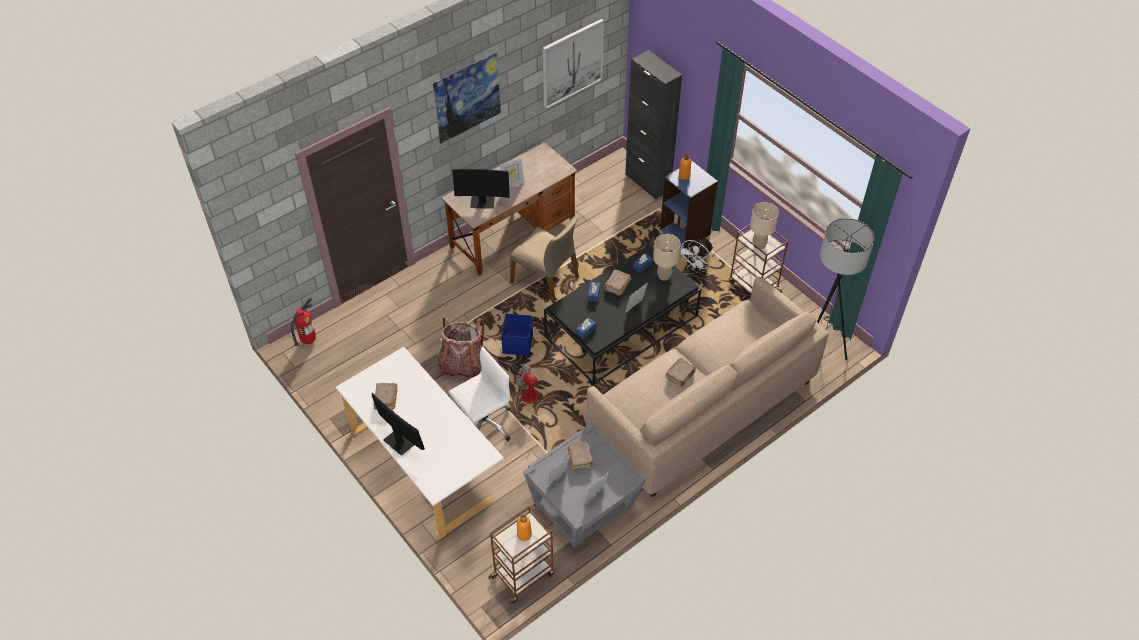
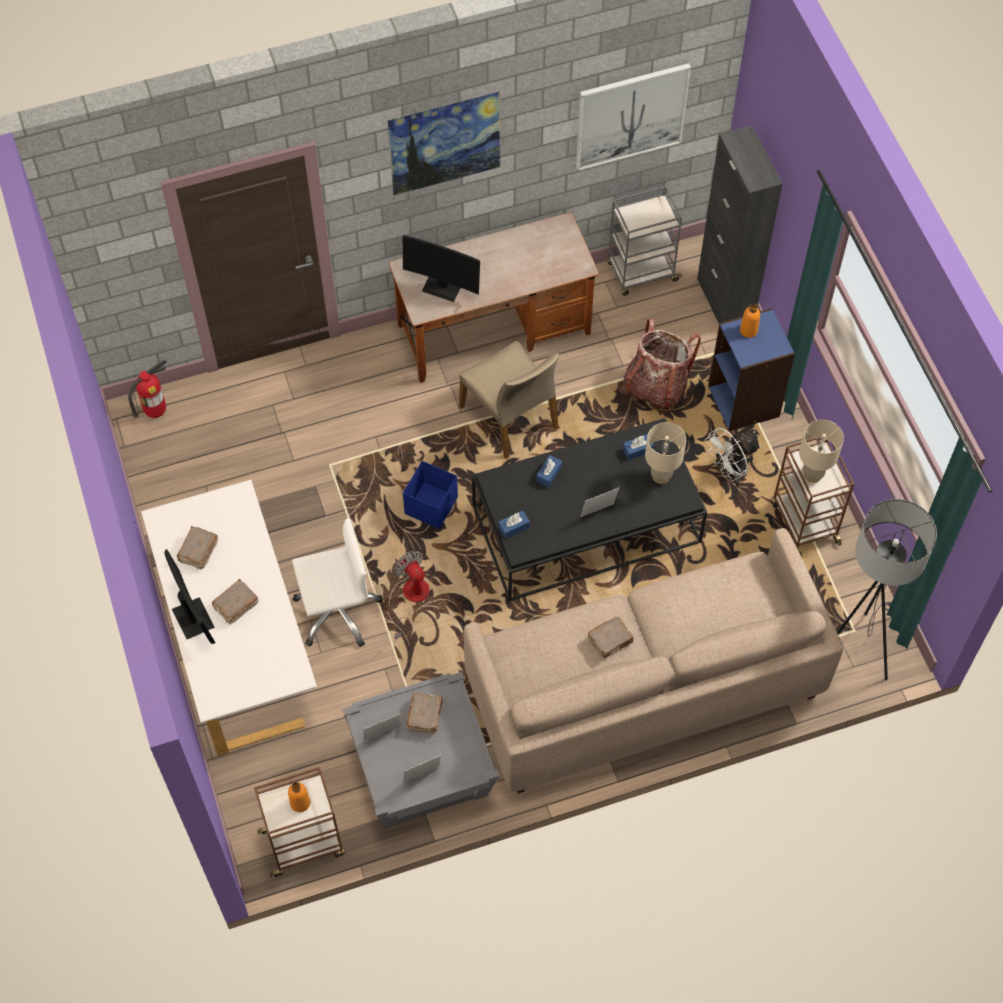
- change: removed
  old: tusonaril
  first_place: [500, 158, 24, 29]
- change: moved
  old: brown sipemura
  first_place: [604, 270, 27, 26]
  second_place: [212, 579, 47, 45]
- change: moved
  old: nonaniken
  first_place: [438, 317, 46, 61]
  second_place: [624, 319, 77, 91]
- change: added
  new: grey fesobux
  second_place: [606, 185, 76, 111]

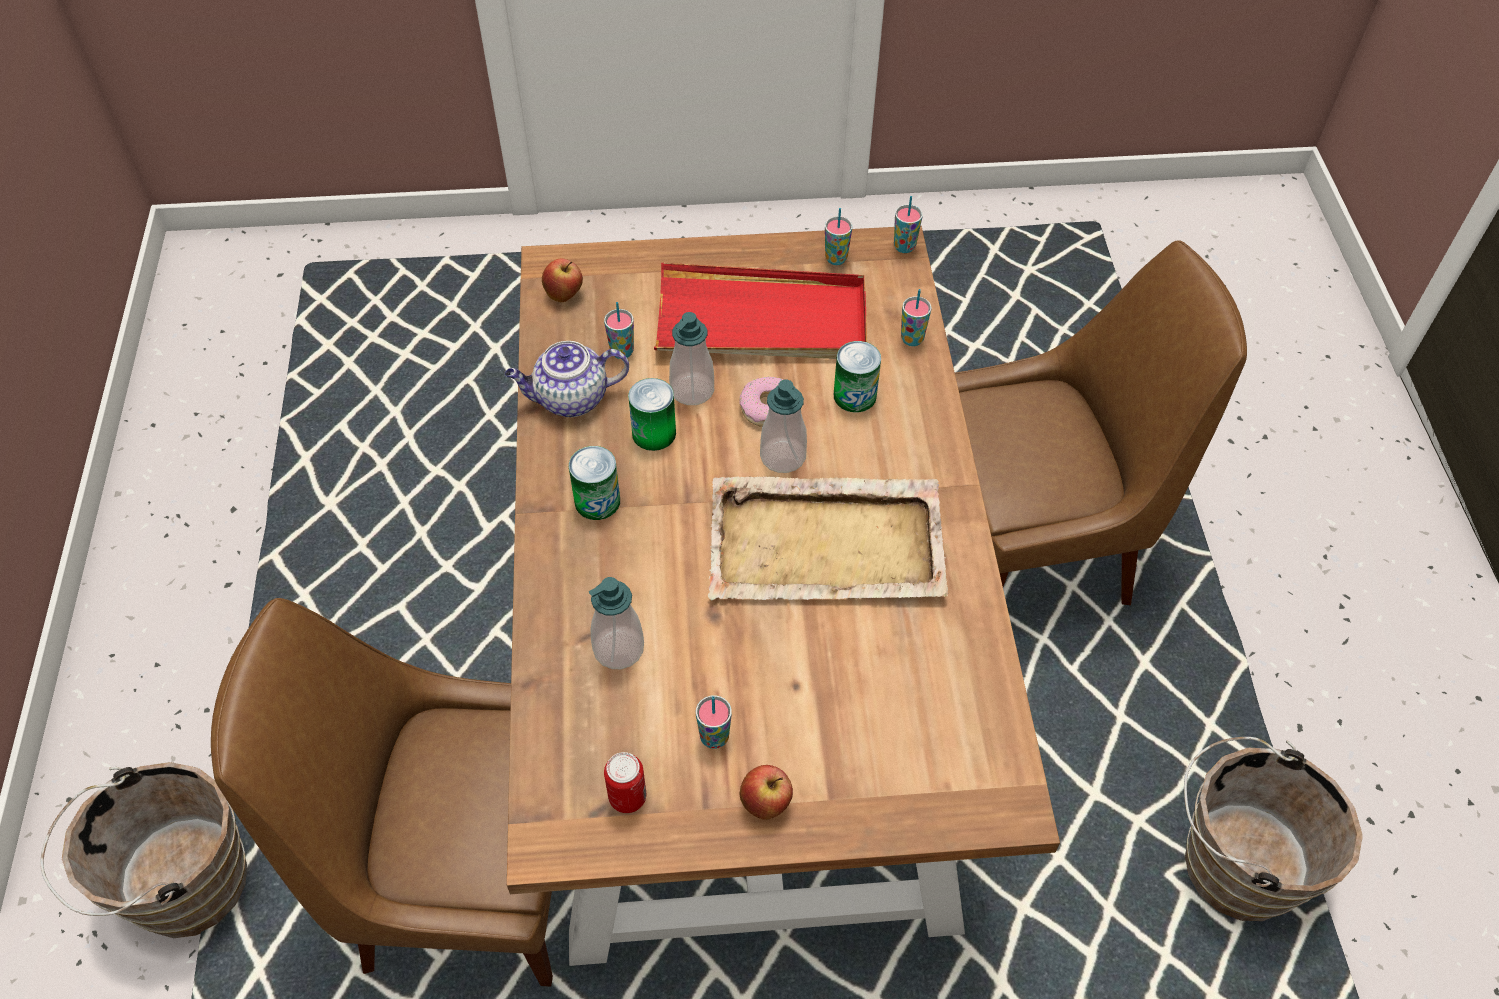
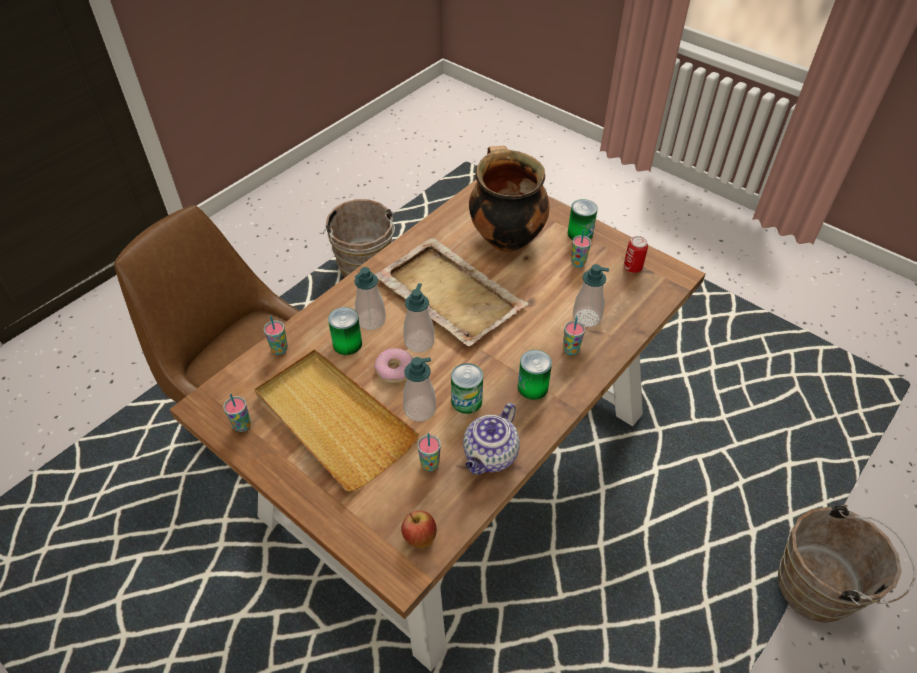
- change: moved
  old: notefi
  first_place: [894, 196, 29, 57]
  second_place: [563, 316, 22, 39]
- change: recoloured
  old: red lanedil
  new: beige lanedil
  first_place: [654, 263, 213, 96]
  second_place: [254, 349, 165, 143]
- change: turned
  old: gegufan
  first_place: [505, 341, 124, 76]
  second_place: [463, 403, 57, 72]
  degrees: 90
- change: removed
  old: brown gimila
  first_place: [211, 598, 342, 389]
- change: replaced
  old: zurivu
  new: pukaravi
  first_place: [740, 765, 53, 55]
  second_place: [568, 199, 30, 41]
- change: added
  new: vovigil
  second_place: [469, 146, 80, 106]
- change: added
  new: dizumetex
  second_place: [354, 267, 32, 63]

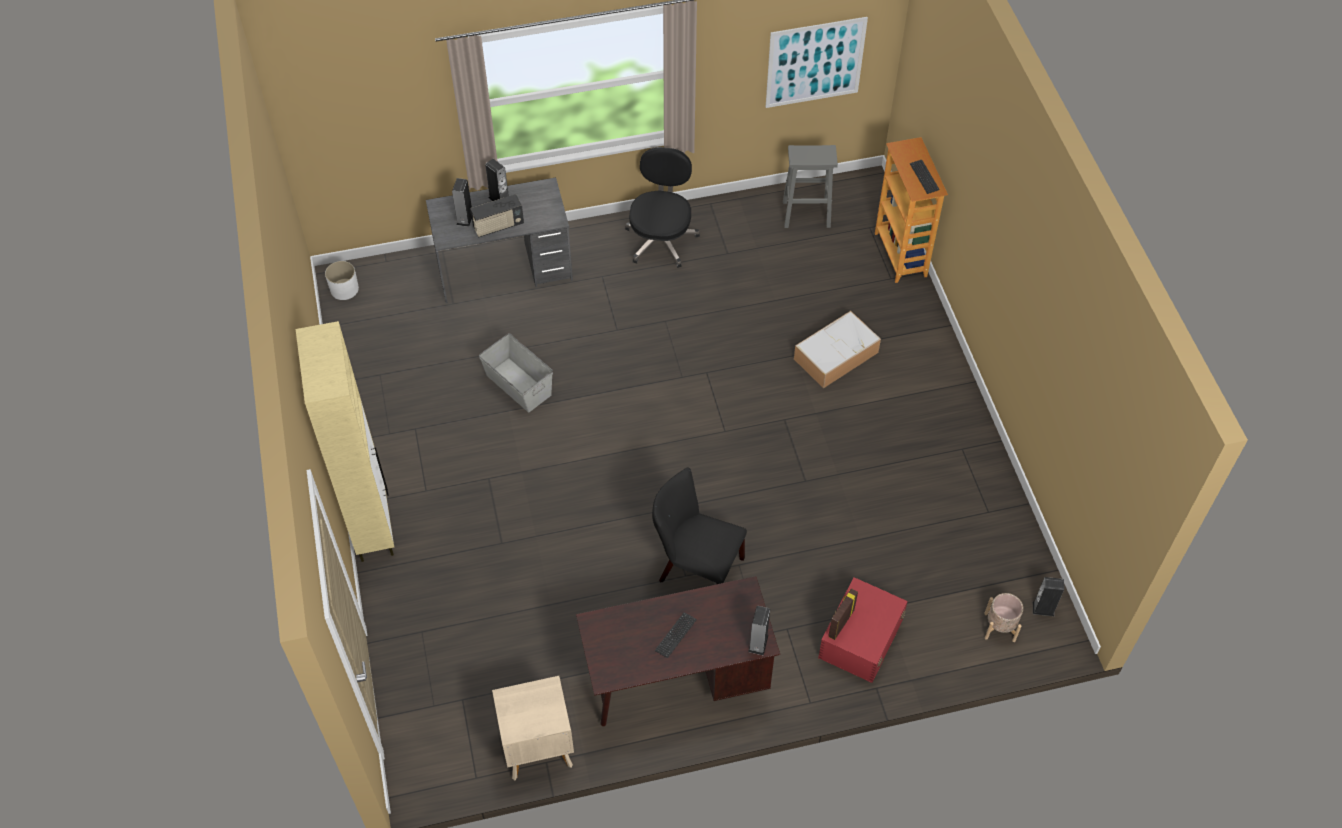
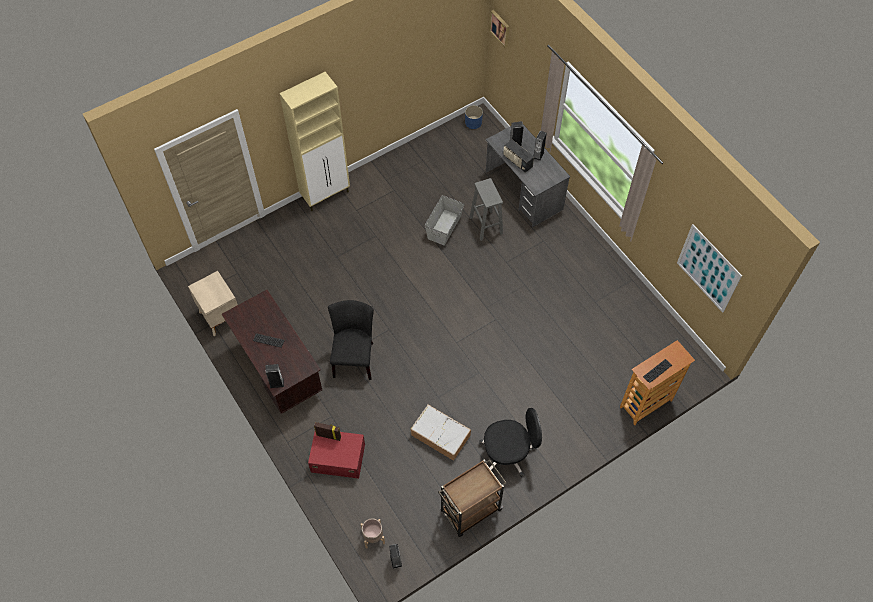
- change: moved
  old: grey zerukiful
  first_place: [783, 145, 55, 83]
  second_place: [470, 178, 33, 63]
- change: moved
  old: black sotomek
  first_place: [625, 147, 75, 121]
  second_place: [479, 408, 63, 69]
- change: recoloured
  old: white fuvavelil
  new: blue fuvavelil
  first_place: [325, 261, 34, 39]
  second_place: [465, 105, 18, 24]
- change: moved
  old: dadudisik
  first_place: [794, 311, 87, 77]
  second_place: [411, 405, 60, 56]
- change: added
  new: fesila
  second_place: [489, 10, 20, 38]
- change: added
  new: brown fesobux
  second_place: [438, 459, 69, 78]

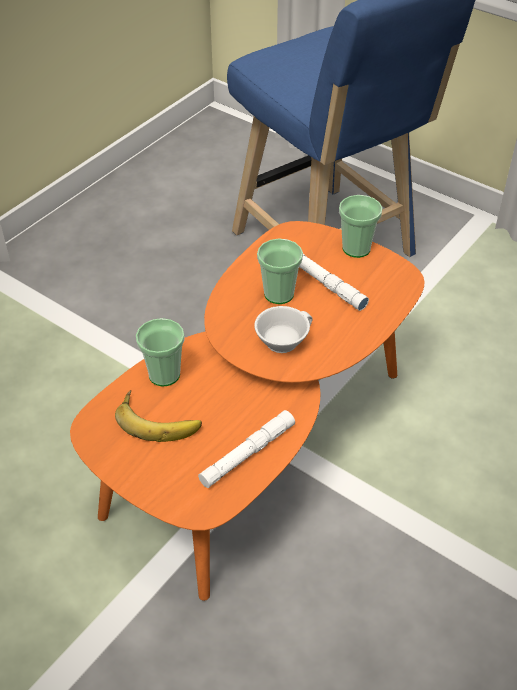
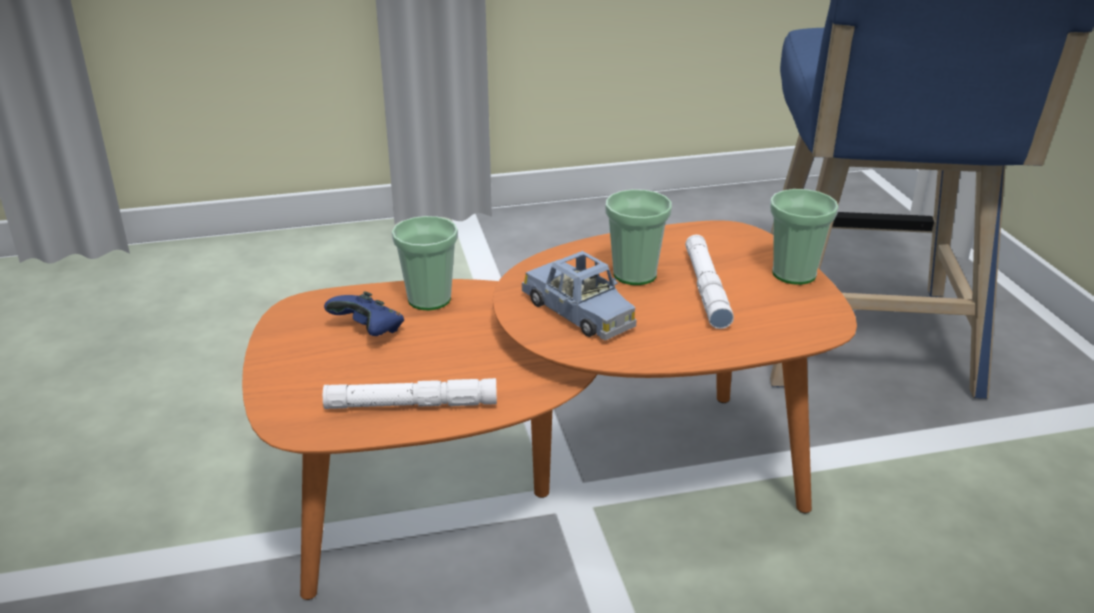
- change: replaced
  old: white notefi
  new: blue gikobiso
  first_place: [254, 306, 59, 47]
  second_place: [522, 251, 114, 90]
- change: replaced
  old: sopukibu
  new: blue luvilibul
  first_place: [115, 390, 87, 52]
  second_place: [324, 291, 81, 45]

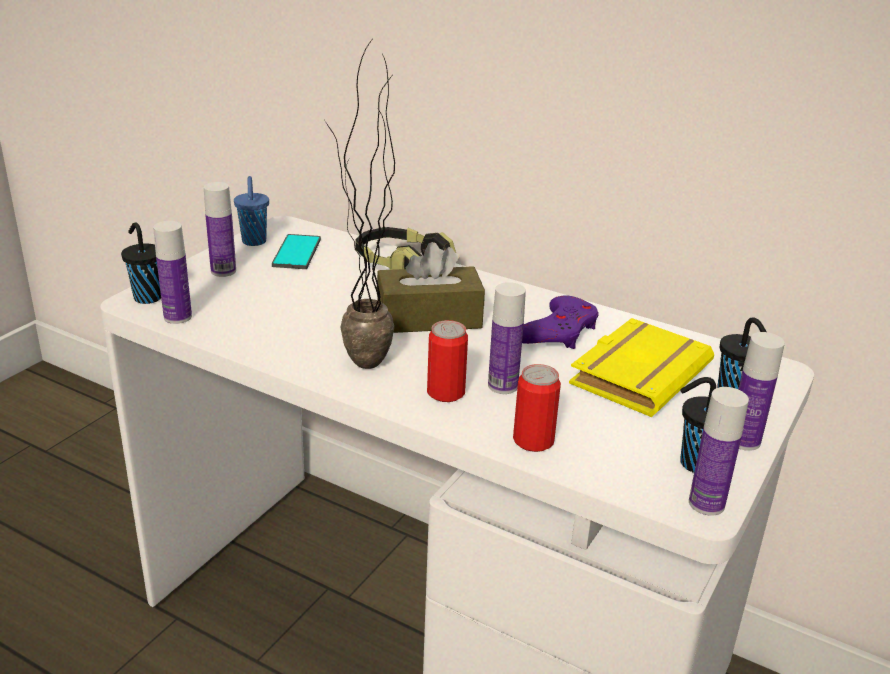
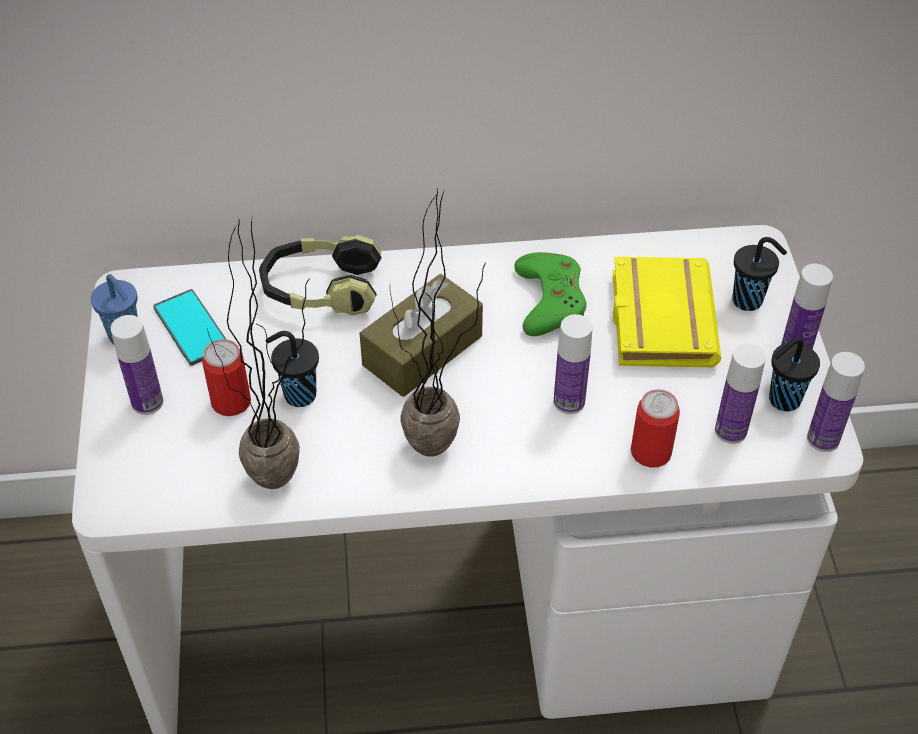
- change: moved
  old: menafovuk
  first_place: [153, 221, 39, 103]
  second_place: [715, 344, 51, 100]
- change: moved
  old: black notefi
  first_place: [121, 223, 40, 81]
  second_place: [266, 331, 53, 76]
- change: recoloured
  old: purple luvilibul
  new: green luvilibul
  first_place: [522, 295, 77, 54]
  second_place: [514, 252, 73, 84]
- change: moved
  old: pukaravi
  first_place: [427, 320, 41, 82]
  second_place: [202, 339, 49, 77]
- change: added
  new: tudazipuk
  second_place: [207, 220, 103, 269]

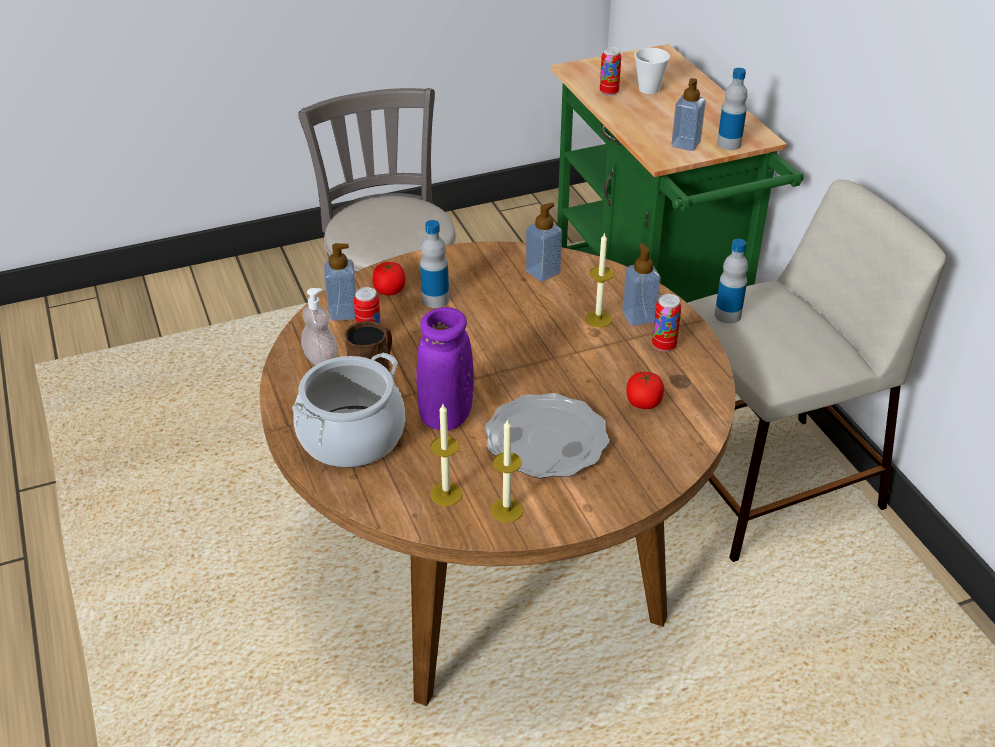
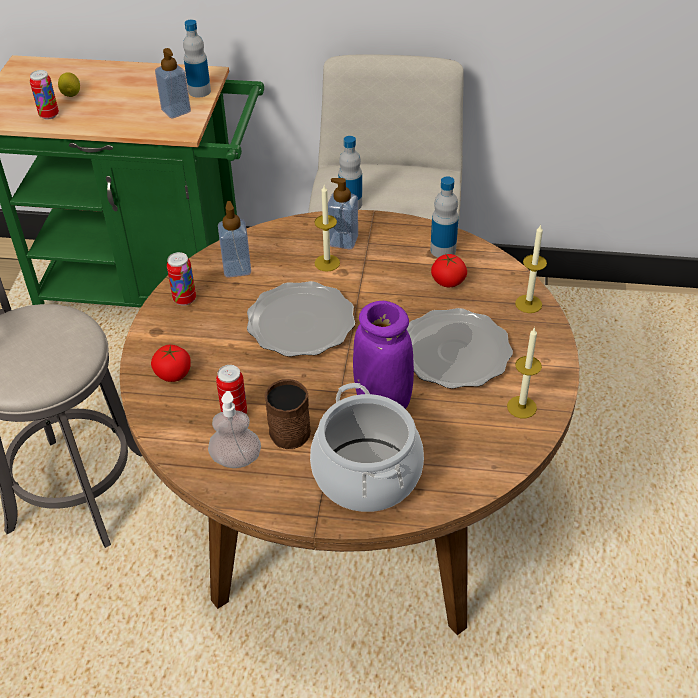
- change: replaced
  old: notefi
  new: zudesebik
  first_place: [634, 48, 36, 46]
  second_place: [58, 72, 22, 25]
- change: moved
  old: menafovuk
  first_place: [420, 220, 29, 88]
  second_place: [430, 176, 29, 82]
- change: removed
  old: dizumetex
  first_place: [324, 243, 32, 78]
- change: moved
  old: pukaravi
  first_place: [652, 294, 29, 58]
  second_place: [167, 252, 29, 54]
- change: moved
  old: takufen
  first_place: [430, 404, 33, 102]
  second_place: [515, 224, 32, 89]
- change: added
  new: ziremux
  second_place: [247, 281, 108, 76]

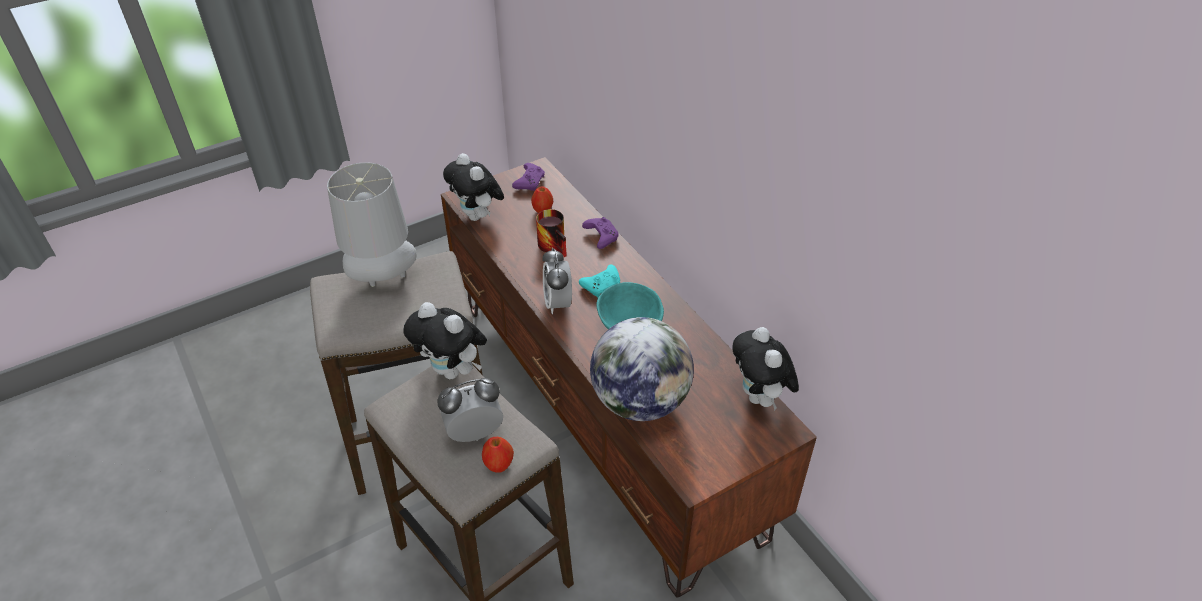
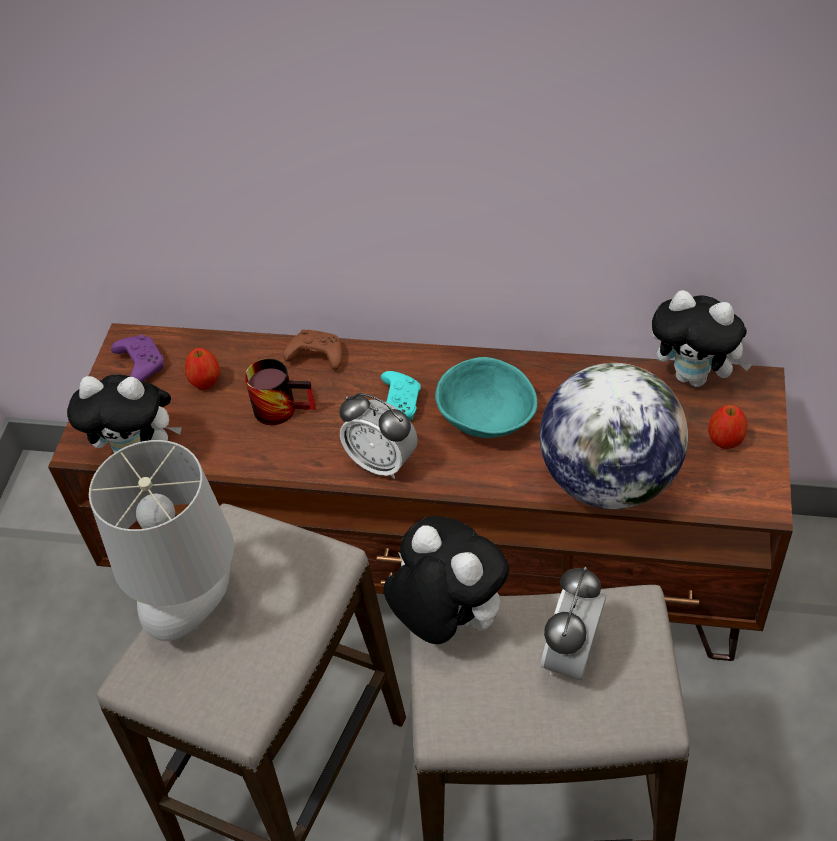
- change: recoloured
  old: purple luvilibul
  new: brown luvilibul
  first_place: [582, 217, 37, 32]
  second_place: [283, 329, 59, 41]
- change: turned
  old: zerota
  first_place: [403, 302, 84, 77]
  second_place: [383, 516, 126, 128]
  degrees: -120
- change: moved
  old: zurivu
  first_place: [482, 437, 32, 36]
  second_place: [708, 405, 39, 44]

